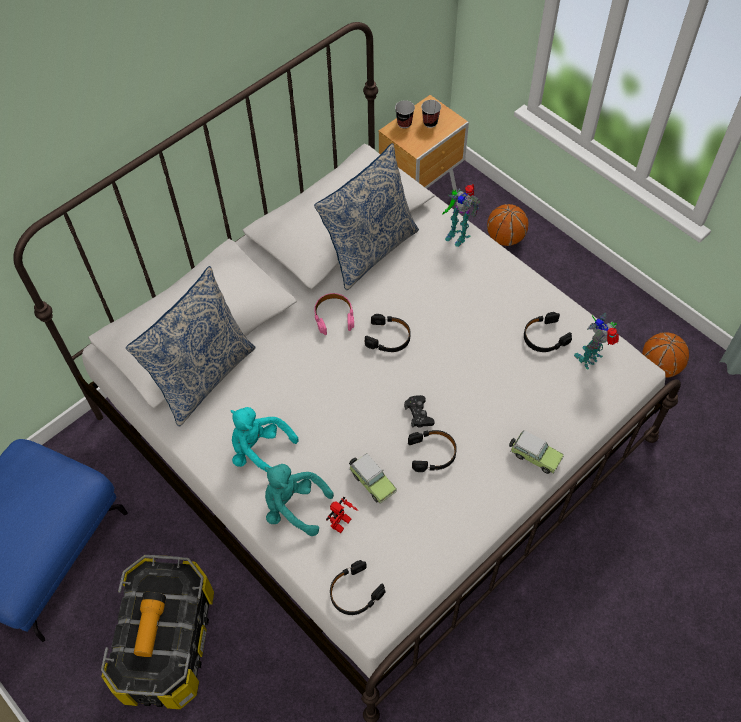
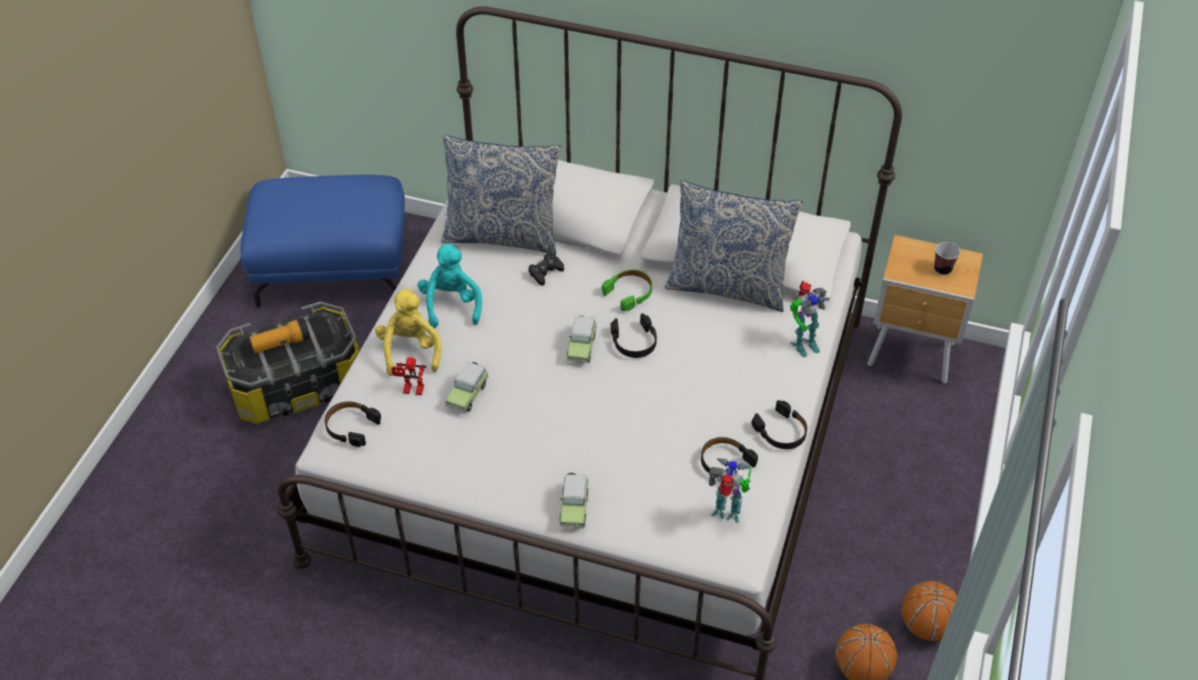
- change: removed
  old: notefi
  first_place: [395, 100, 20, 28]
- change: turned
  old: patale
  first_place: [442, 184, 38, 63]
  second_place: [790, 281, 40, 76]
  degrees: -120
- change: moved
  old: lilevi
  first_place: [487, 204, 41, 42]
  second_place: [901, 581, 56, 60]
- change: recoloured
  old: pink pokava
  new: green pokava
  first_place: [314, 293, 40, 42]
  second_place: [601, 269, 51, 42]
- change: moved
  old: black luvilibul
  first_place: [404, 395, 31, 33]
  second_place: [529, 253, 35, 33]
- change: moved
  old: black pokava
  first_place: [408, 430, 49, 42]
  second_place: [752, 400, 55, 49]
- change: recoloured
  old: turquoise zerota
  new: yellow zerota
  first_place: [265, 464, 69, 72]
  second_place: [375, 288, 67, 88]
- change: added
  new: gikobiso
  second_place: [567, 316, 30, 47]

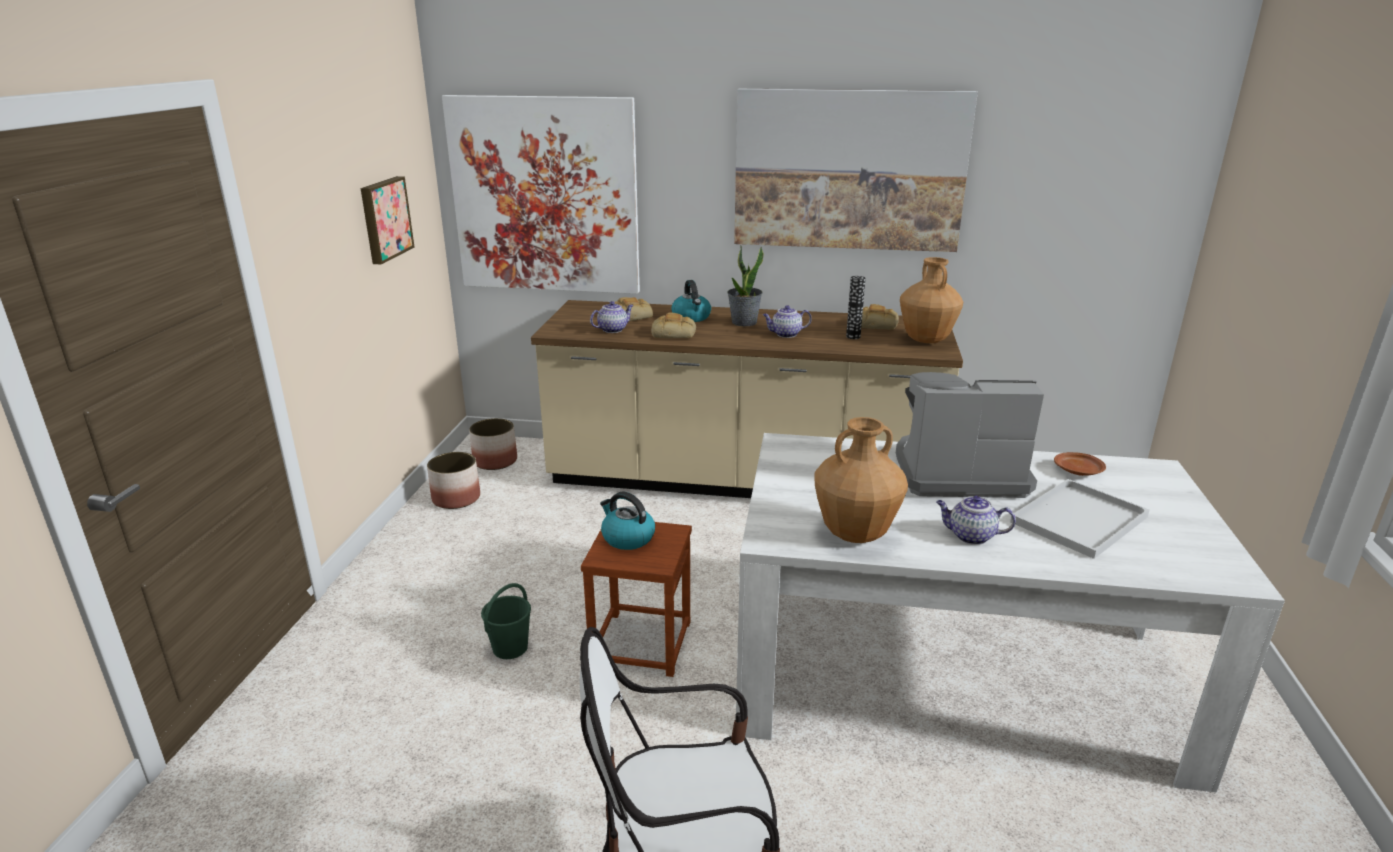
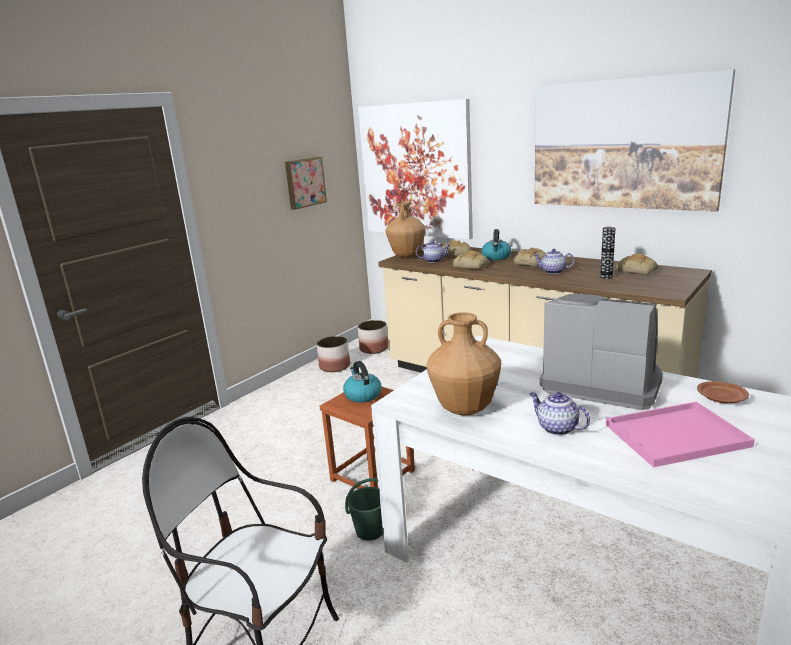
- change: replaced
  old: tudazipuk
  new: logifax
  first_place: [728, 246, 36, 80]
  second_place: [514, 248, 32, 19]
- change: moved
  old: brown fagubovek
  first_place: [900, 257, 63, 86]
  second_place: [385, 201, 41, 57]
- change: recoloured
  old: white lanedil
  new: pink lanedil
  first_place: [1010, 479, 140, 80]
  second_place: [606, 402, 149, 65]
- change: moved
  old: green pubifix
  first_place: [481, 583, 50, 76]
  second_place: [345, 478, 38, 63]

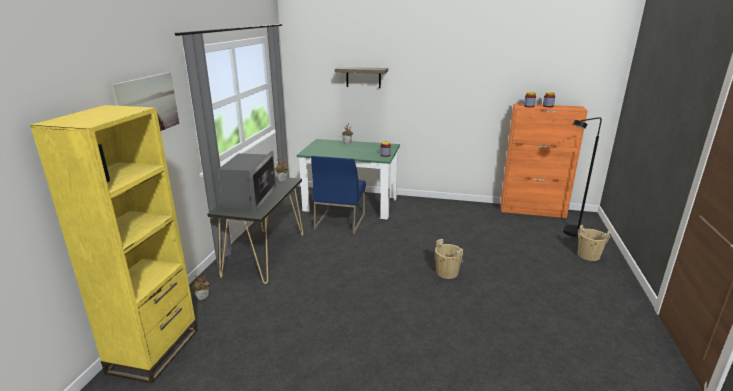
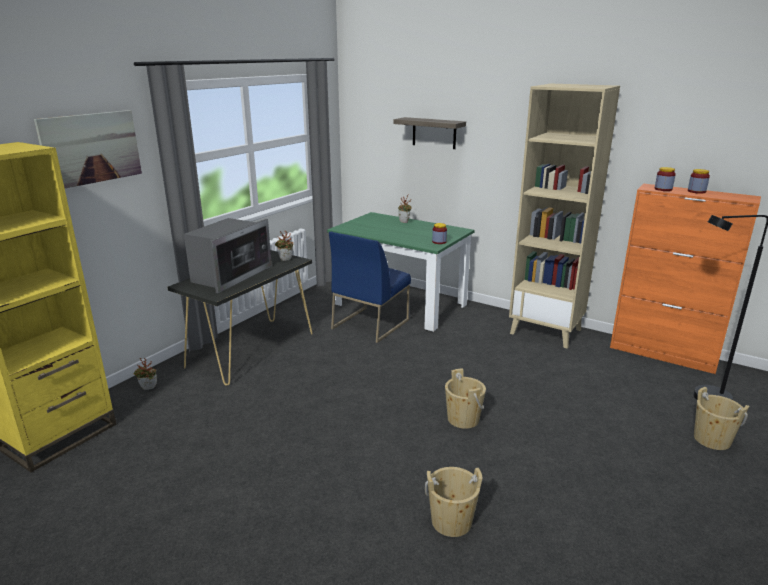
- change: added
  new: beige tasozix
  second_place: [509, 84, 111, 265]
- change: added
  new: beige pubifix
  second_place: [425, 467, 58, 70]

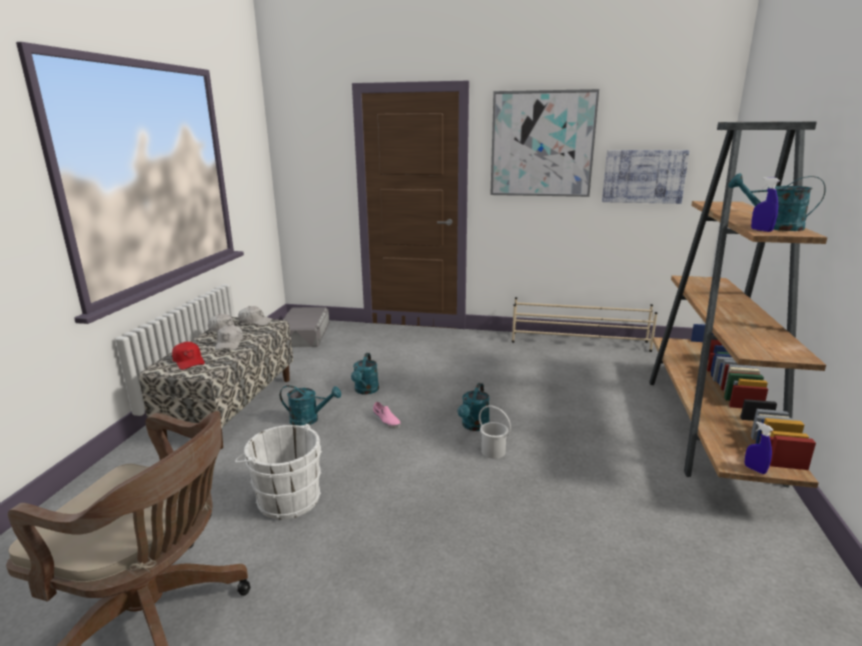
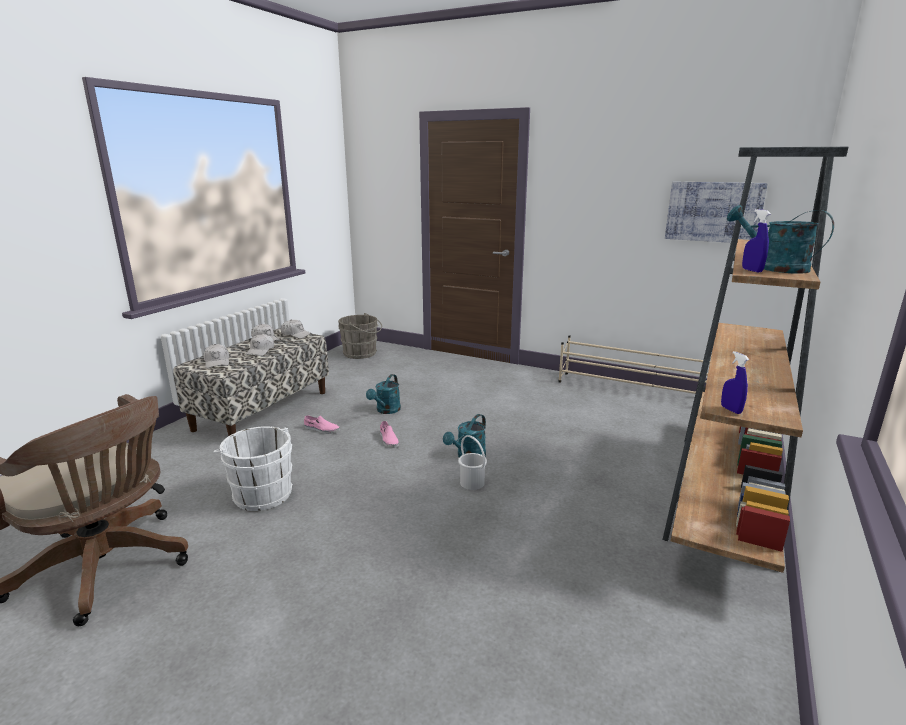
- change: removed
  old: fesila
  first_place: [490, 89, 109, 108]
- change: replaced
  old: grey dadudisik
  new: grey pubifix
  first_place: [283, 307, 46, 40]
  second_place: [338, 313, 44, 46]
- change: recoloured
  old: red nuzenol
  new: white nuzenol
  first_place: [172, 342, 33, 28]
  second_place: [204, 344, 25, 24]
- change: replaced
  old: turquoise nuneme
  new: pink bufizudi
  first_place: [280, 385, 61, 41]
  second_place: [304, 415, 36, 19]
- change: moved
  old: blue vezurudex
  first_place: [745, 422, 28, 52]
  second_place: [721, 351, 28, 63]

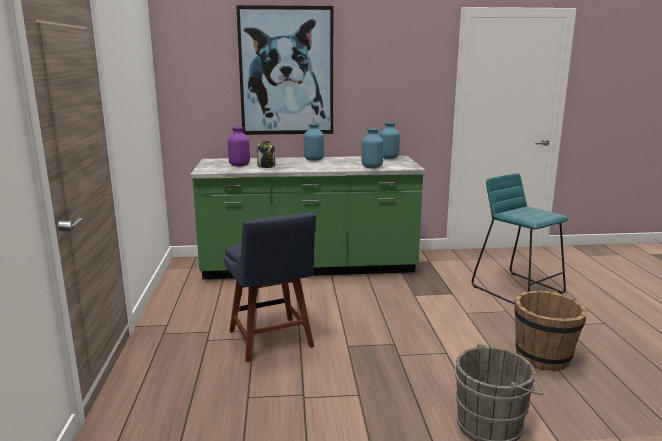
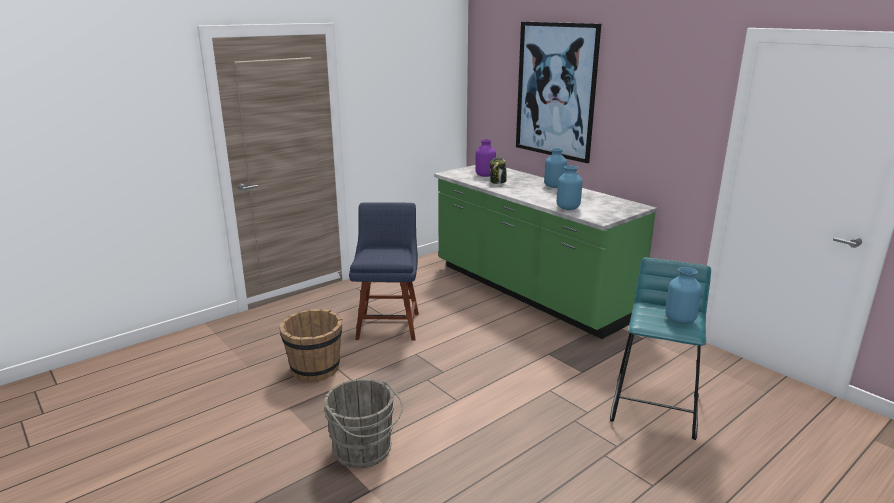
- change: moved
  old: blue fagubovek
  first_place: [380, 122, 20, 37]
  second_place: [666, 267, 36, 57]
- change: turned
  old: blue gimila
  first_place: [224, 212, 92, 150]
  second_place: [349, 202, 70, 139]
  degrees: 150
- change: moved
  old: brown pubifix
  first_place: [515, 291, 73, 81]
  second_place: [279, 309, 63, 73]

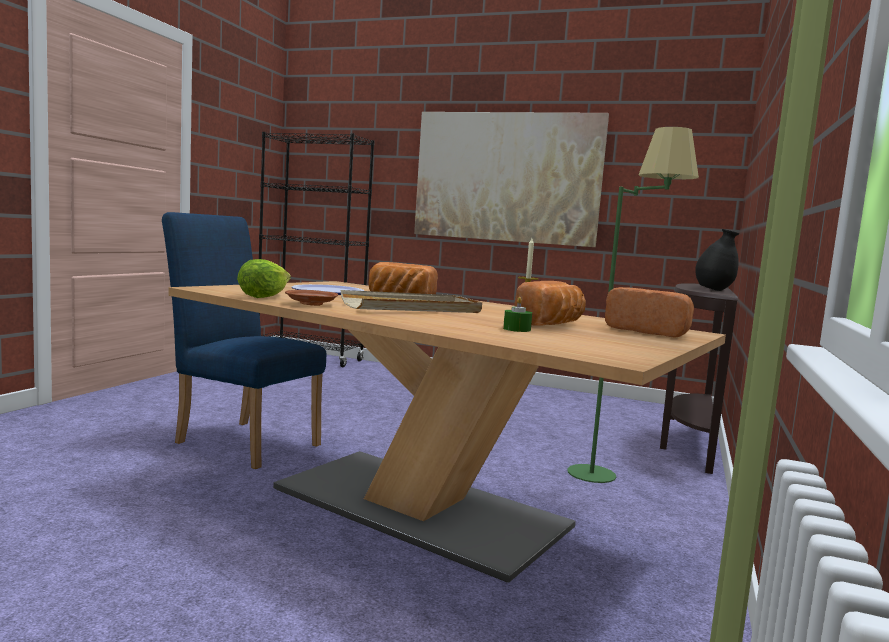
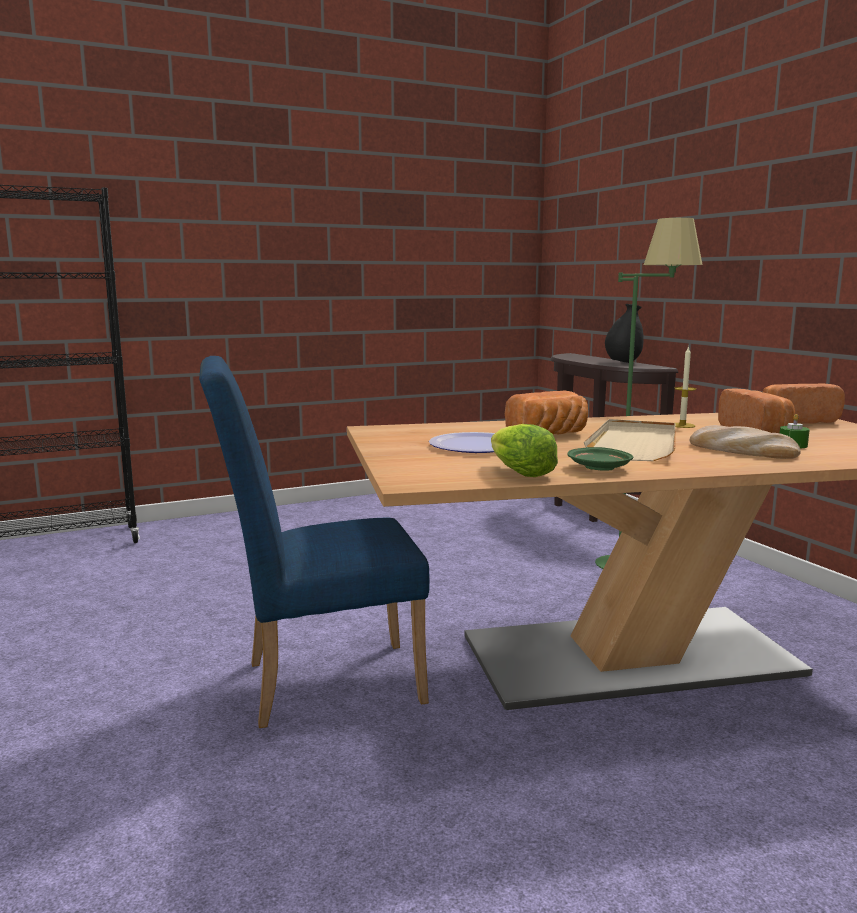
- change: removed
  old: fesila
  first_place: [414, 112, 195, 135]
- change: recoloured
  old: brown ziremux
  new: green ziremux
  first_place: [285, 290, 53, 16]
  second_place: [568, 447, 65, 24]
- change: added
  new: logifax
  second_place: [690, 425, 111, 34]

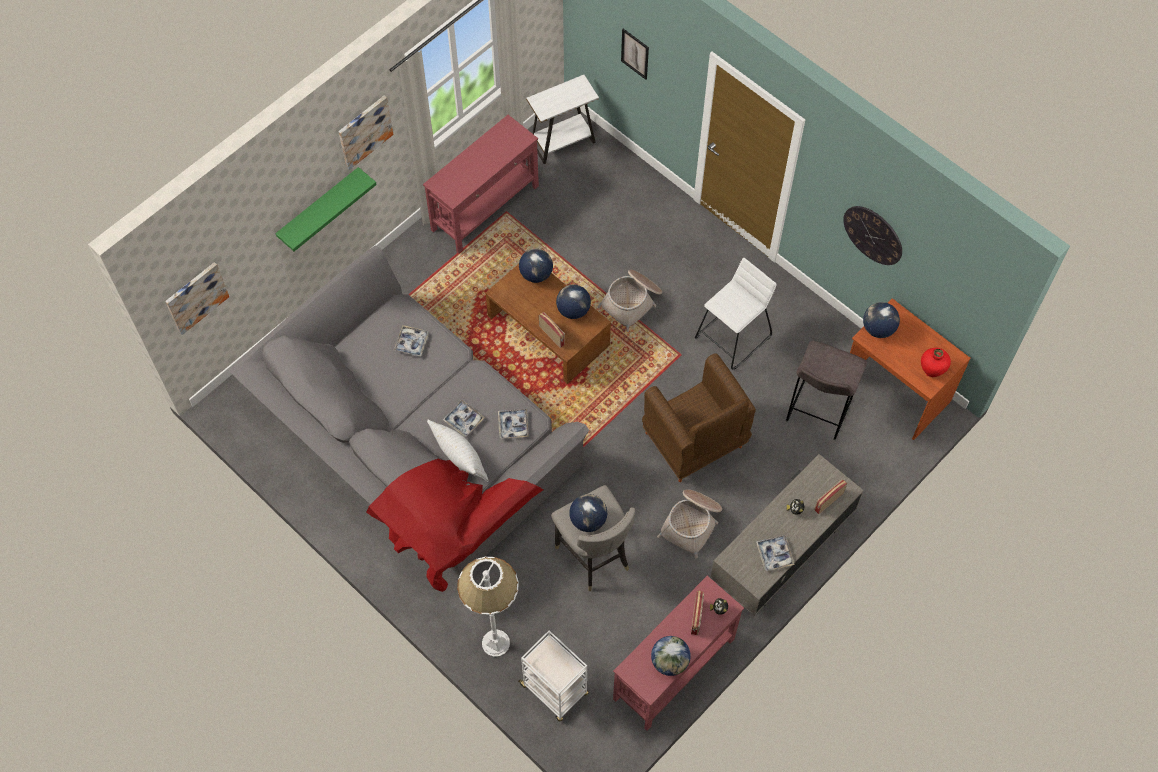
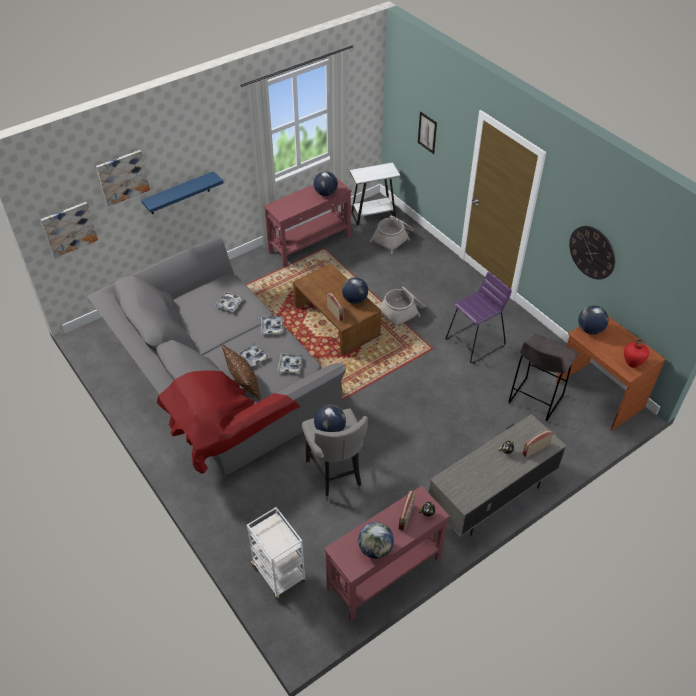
- change: moved
  old: fesila
  first_place: [338, 95, 55, 75]
  second_place: [96, 150, 54, 56]
- change: recoloured
  old: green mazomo
  new: blue mazomo
  first_place: [275, 167, 102, 84]
  second_place: [141, 171, 82, 43]
- change: moved
  old: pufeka
  first_place: [519, 248, 34, 35]
  second_place: [314, 171, 24, 25]
- change: recoloured
  old: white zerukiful
  new: purple zerukiful
  first_place: [695, 258, 82, 112]
  second_place: [445, 271, 67, 92]
- change: removed
  old: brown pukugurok
  first_place: [642, 353, 114, 129]
- change: recoloured
  old: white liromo
  new: brown liromo
  first_place: [427, 420, 62, 62]
  second_place: [221, 344, 40, 57]
- change: moved
  old: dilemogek
  first_place: [657, 489, 65, 69]
  second_place: [370, 215, 44, 39]
- change: moved
  old: lanedil
  first_place: [756, 535, 39, 36]
  second_place: [261, 316, 22, 18]
- change: removed
  old: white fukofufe
  first_place: [457, 557, 62, 100]

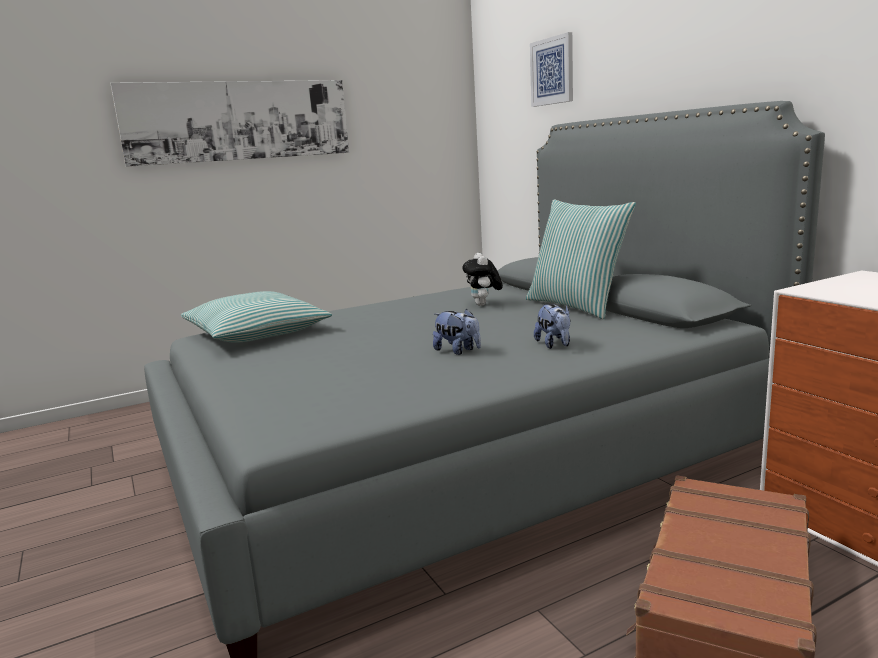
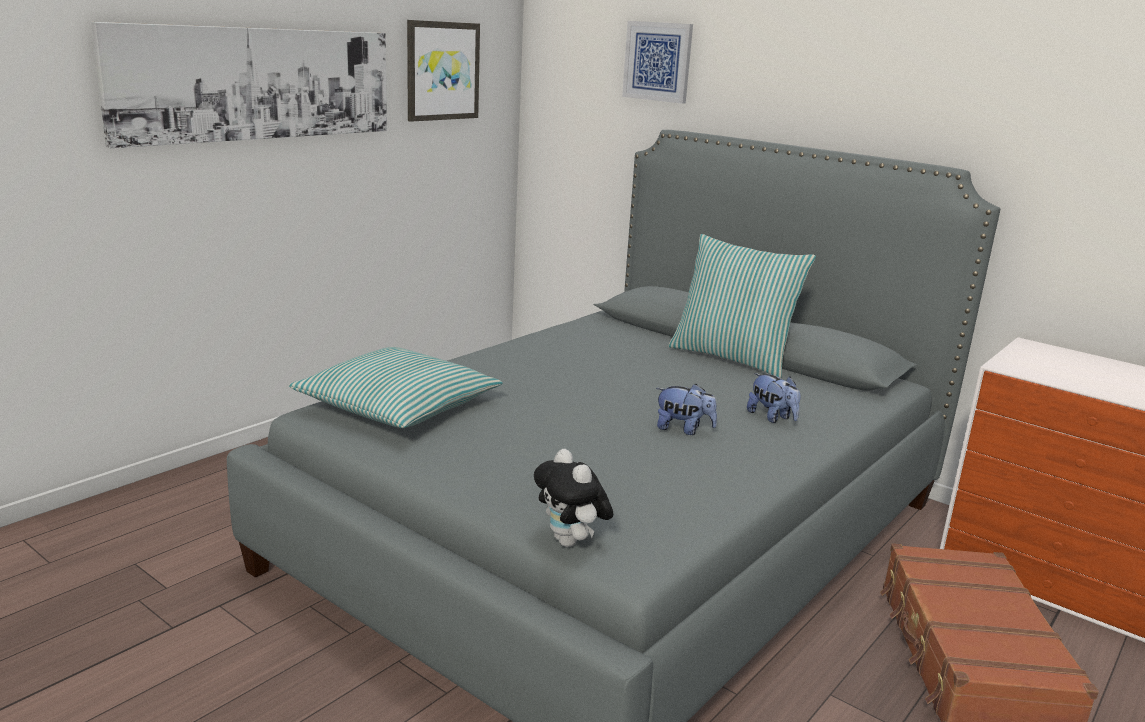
- change: moved
  old: zerota
  first_place: [462, 253, 41, 53]
  second_place: [534, 449, 79, 98]
- change: added
  new: fesila
  second_place: [407, 20, 73, 102]

